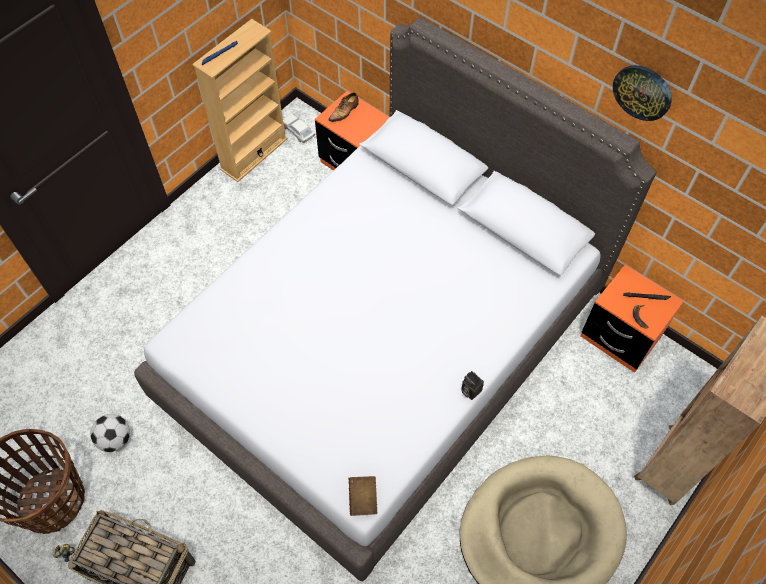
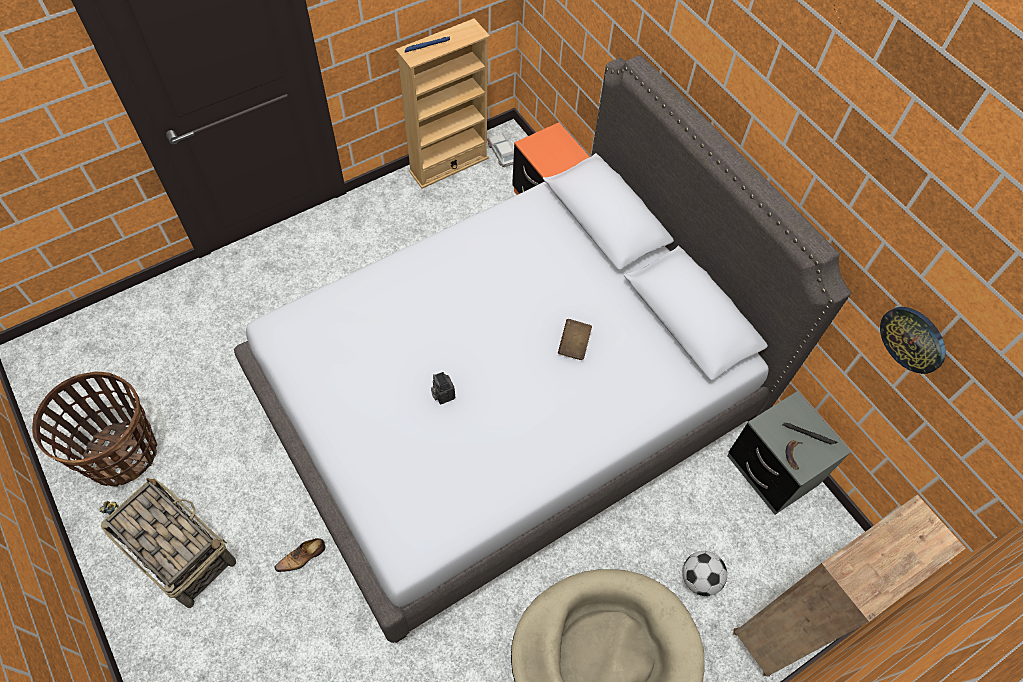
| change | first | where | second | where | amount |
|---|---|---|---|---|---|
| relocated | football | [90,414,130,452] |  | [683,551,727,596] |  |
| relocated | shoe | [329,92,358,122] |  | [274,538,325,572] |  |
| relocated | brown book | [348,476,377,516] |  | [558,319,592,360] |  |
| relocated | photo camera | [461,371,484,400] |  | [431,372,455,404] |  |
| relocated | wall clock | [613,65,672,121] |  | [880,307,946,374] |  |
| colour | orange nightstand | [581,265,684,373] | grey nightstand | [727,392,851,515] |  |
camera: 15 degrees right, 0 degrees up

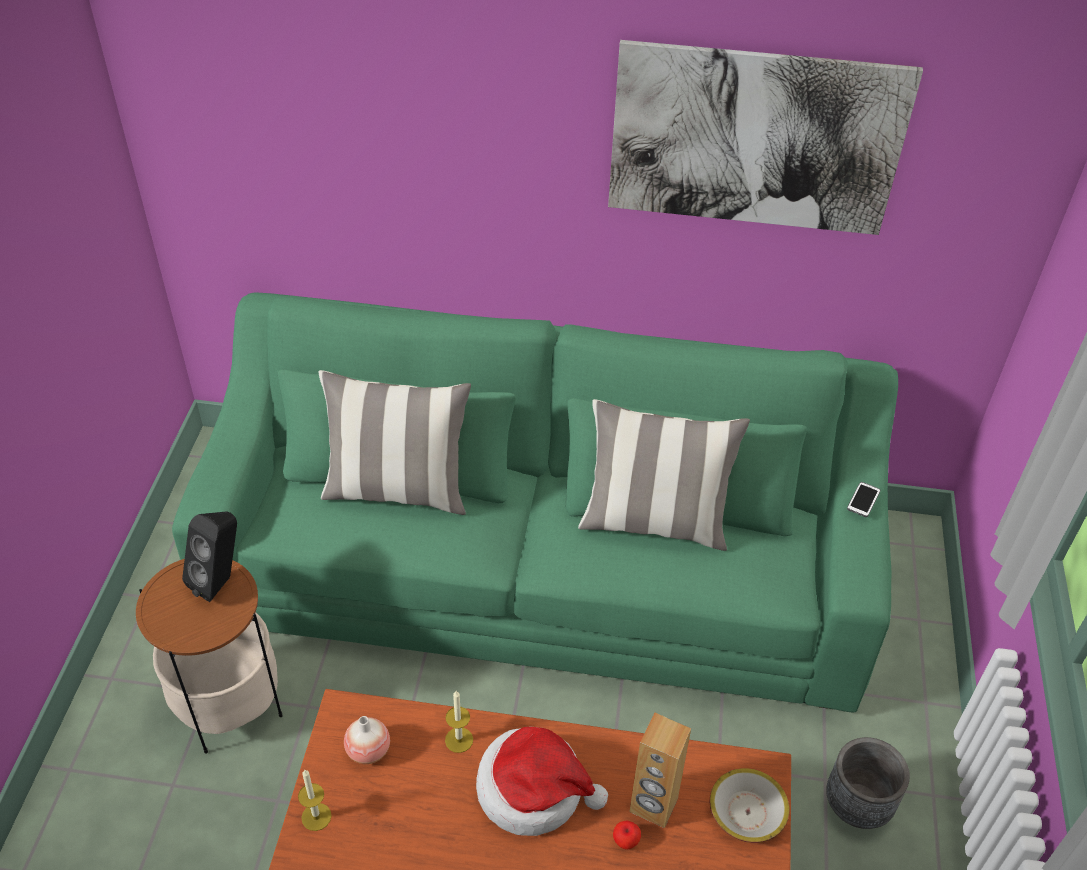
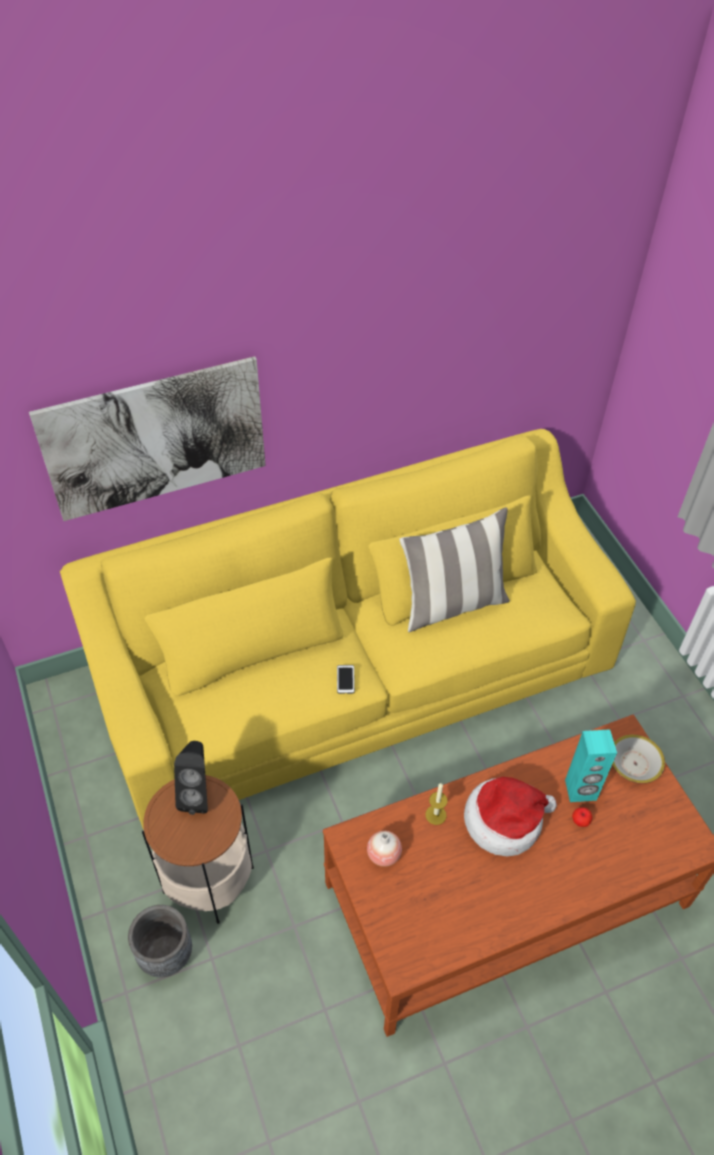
| change | first | where | second | where | amount |
|---|---|---|---|---|---|
| missing | candle | [298,769,332,831] |  |  |  |
| missing | pillow | [319,370,471,515] |  |  |  |
| relocated | picture | [608,40,923,235] |  | [29,356,266,521] |  |
| relocated | grey planter | [826,737,910,829] |  | [128,905,192,977] |  |
| relocated | phone | [847,482,880,517] |  | [337,665,355,694] |  |
| colour | green sofa | [172,292,898,713] | yellow sofa | [60,429,636,830] |  |
| colour | brown speaker | [629,713,691,828] | turquoise speaker | [565,729,617,802] |  |
camera: 30 degrees left, 5 degrees up

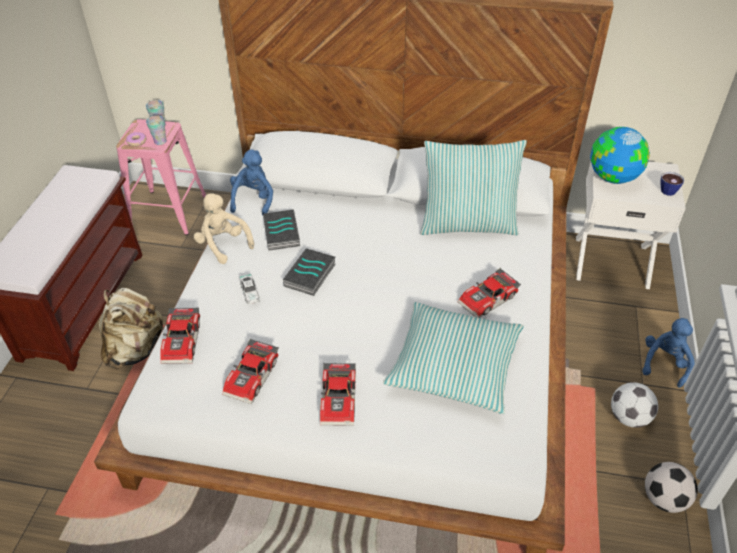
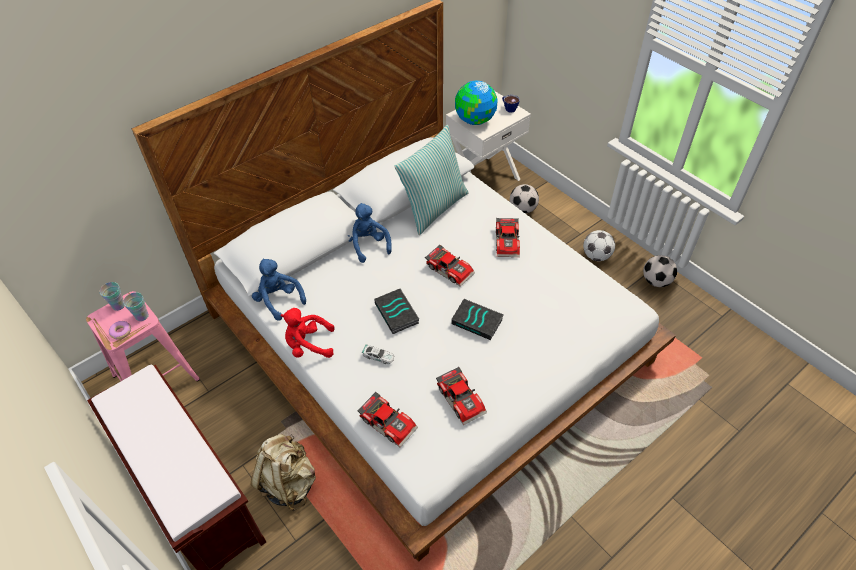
| change | first | where | second | where | amount |
|---|---|---|---|---|---|
| missing | pillow | [383,302,524,414] |  |  |  |
| appeared |  |  | football | [510,184,539,214] |  |
| relocated | book | [263,209,300,251] |  | [451,299,504,340] |  |
| relocated | toy car | [320,363,356,426] |  | [425,244,475,287] |  |
| relocated | blue plush toy | [642,318,695,388] |  | [348,203,392,263] |  |
| colour | beige plush toy | [193,193,254,264] | red plush toy | [280,308,335,358] |  |
camera: 50 degrees left, 5 degrees up

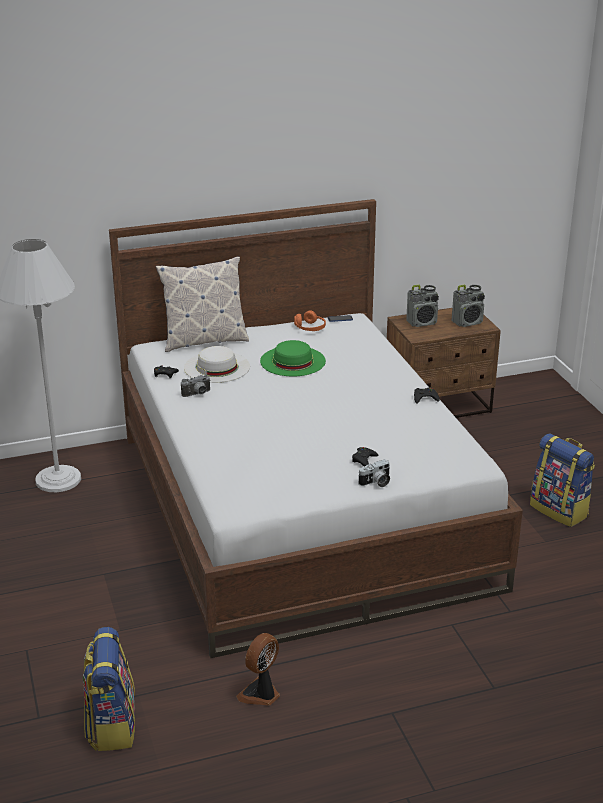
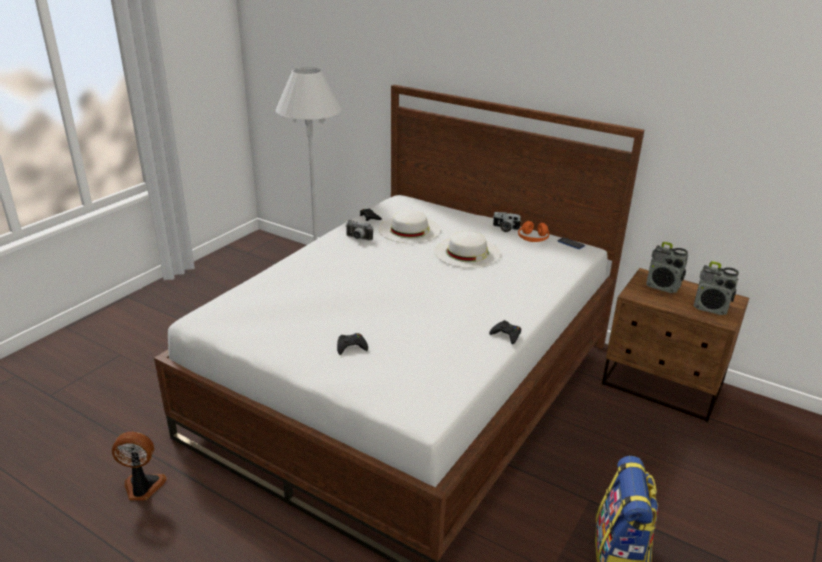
| change | first | where | second | where | amount |
|---|---|---|---|---|---|
| missing | backpack | [83,627,135,751] |  |  |  |
| missing | pillow | [156,257,249,352] |  |  |  |
| relocated | photo camera | [358,459,390,487] |  | [493,212,521,232] |  |
| colour | green hat | [260,340,326,377] | white hat | [434,231,501,268] |  |
camera: 50 degrees right, 0 degrees up

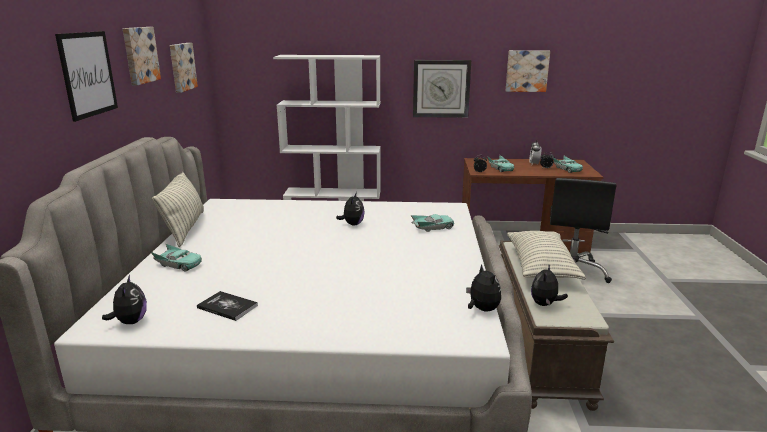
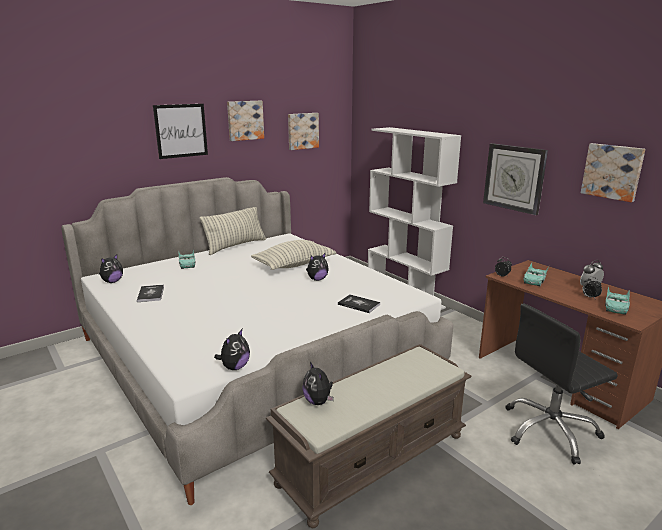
| change | first | where | second | where | amount |
|---|---|---|---|---|---|
| relocated | pillow | [507,231,586,280] |  | [251,240,336,270] |  |
| exchanged | turquoise toy car | [411,214,454,232] | book | [338,294,380,313] |  |
| spun | plush toy | [531,265,568,306] |  | [302,362,334,405] | 105 degrees counterclockwise |
camera: 50 degrees right, 0 degrees up

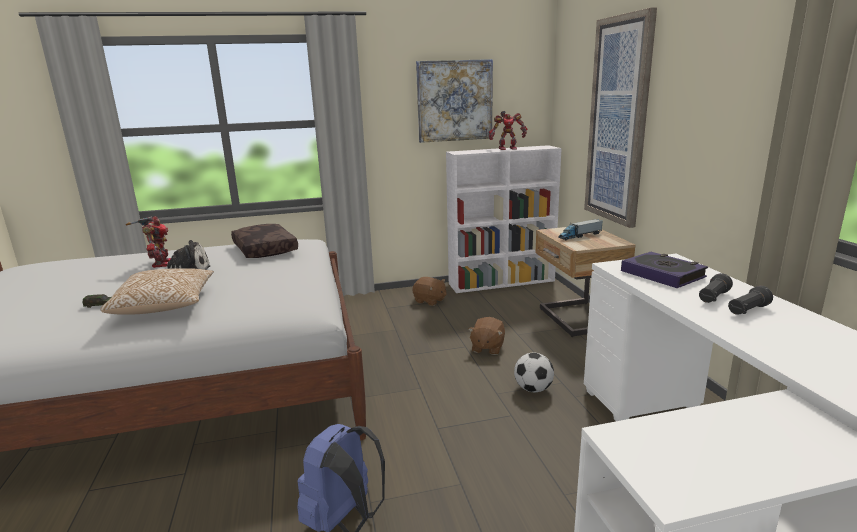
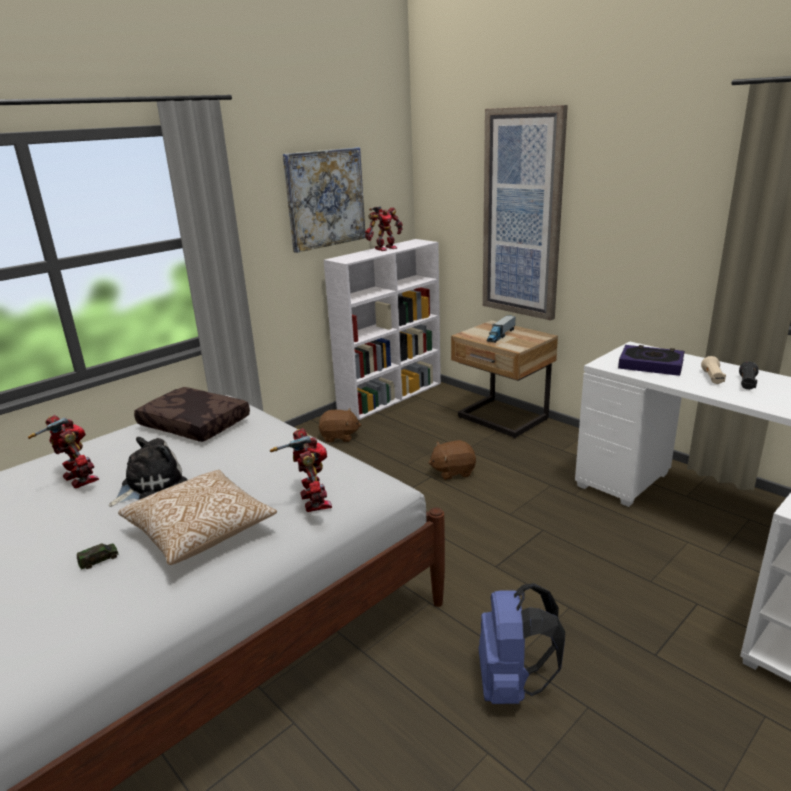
| change | first | where | second | where | amount |
|---|---|---|---|---|---|
| missing | football | [514,353,554,392] |  |  |  |
| appeared |  |  | toy robot | [270,428,332,512] |  |
| colour | black flashlight | [699,273,733,303] | beige flashlight | [701,356,726,384] |  |
| spun | brown plush toy | [468,317,505,355] |  | [428,440,476,480] | 90 degrees clockwise |
camera: 30 degrees left, 5 degrees up

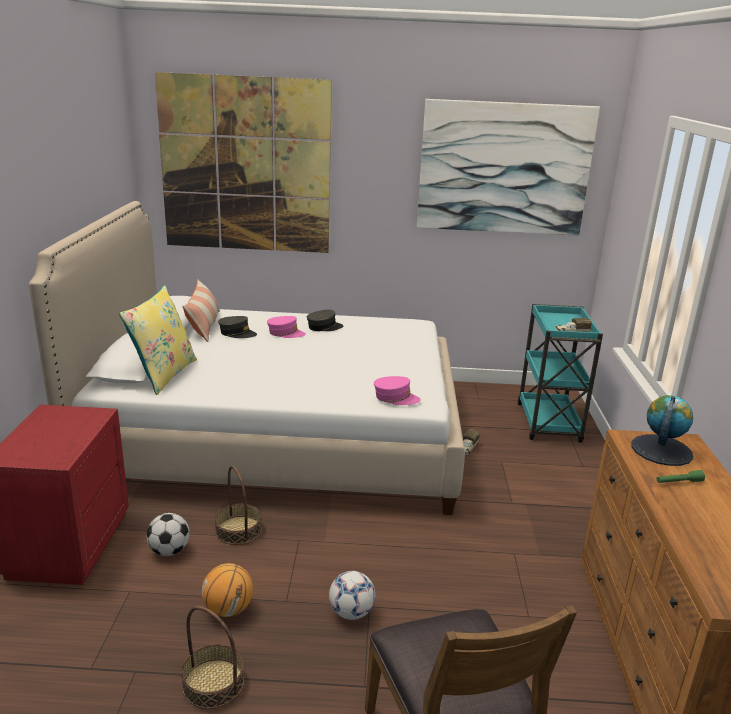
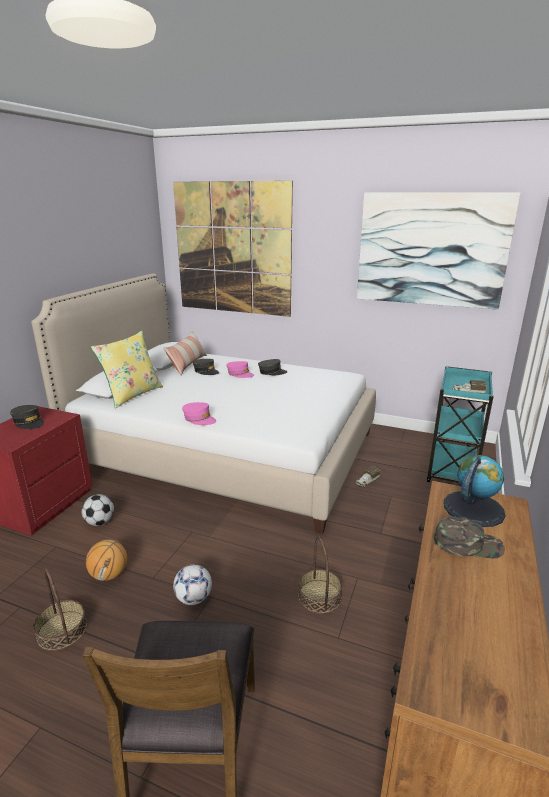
| change | first | where | second | where | amount |
|---|---|---|---|---|---|
| appeared |  |  | grey cap | [10,405,44,429] |  |
| relocated | basket | [214,466,262,545] |  | [298,536,342,614] |  |
| relocated | pink cap | [374,376,421,405] |  | [182,402,216,425] |  |
| exchanged | green flashlight | [656,470,705,483] | green cap | [434,516,505,559] |  |
camera: 20 degrees right, 0 degrees up

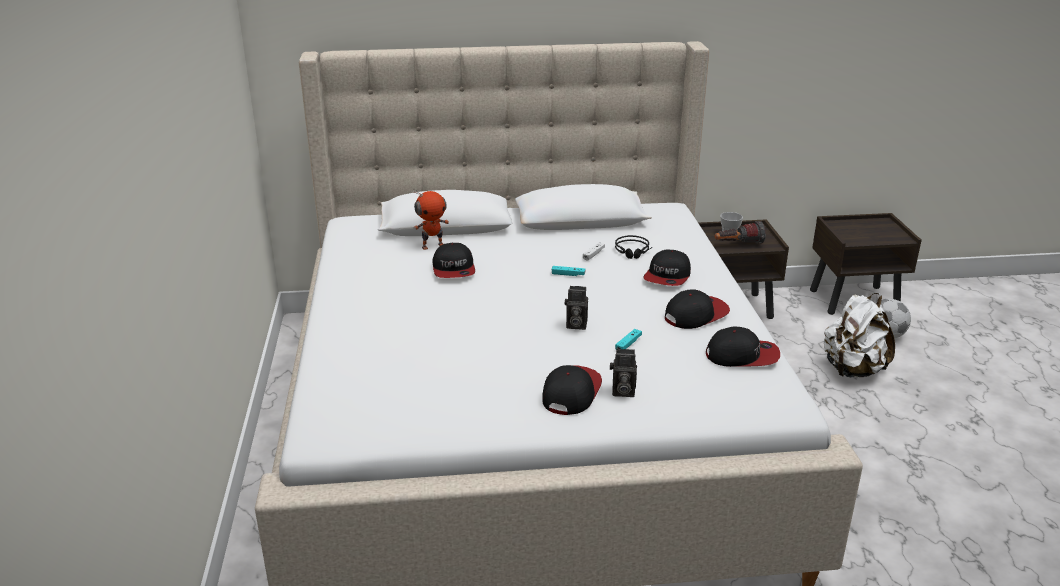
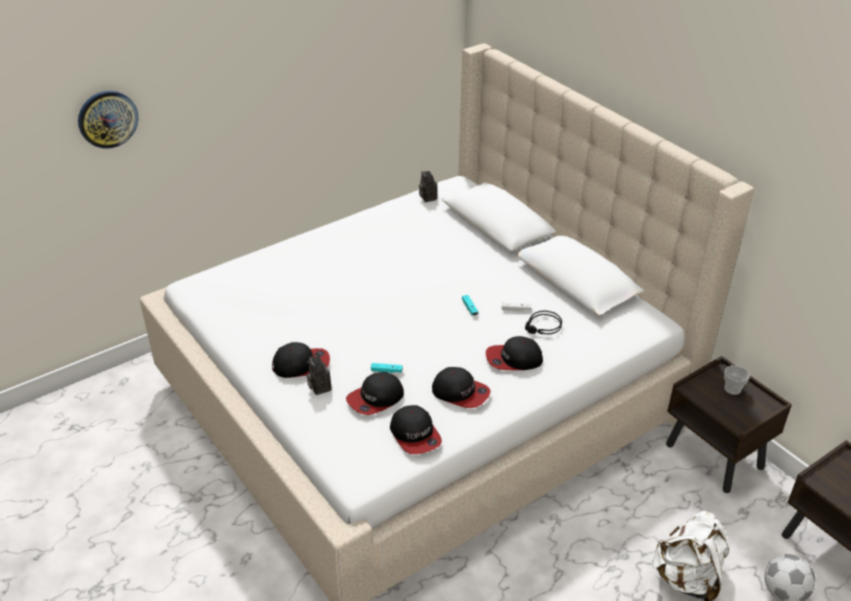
| change | first | where | second | where | amount |
|---|---|---|---|---|---|
| missing | toy robot | [413,190,449,250] |  |  |  |
| missing | flashlight | [714,221,766,244] |  |  |  |
| appeared |  |  | wall clock | [78,91,138,149] |  |
| relocated | cap | [432,243,475,278] |  | [346,372,404,415] |  |
| relocated | photo camera | [565,286,588,330] |  | [419,171,437,202] |  |
camera: 60 degrees right, 10 degrees up

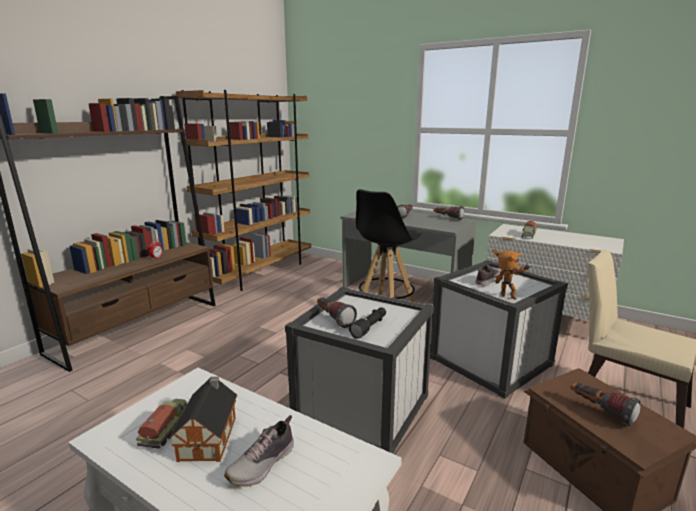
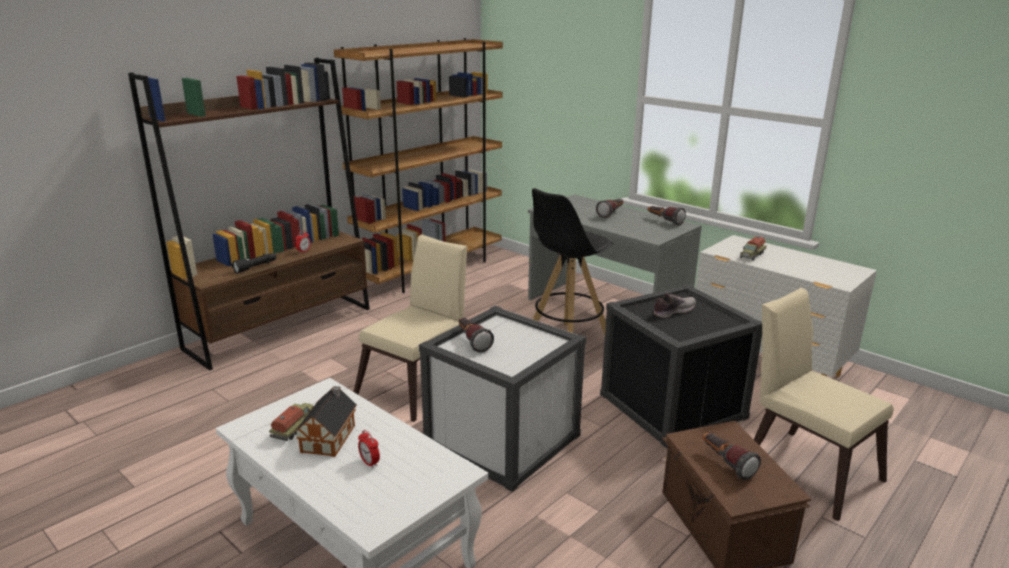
| change | first | where | second | where | amount |
|---|---|---|---|---|---|
| missing | toy robot | [492,249,531,300] |  |  |  |
| appeared |  |  | beige chair | [354,234,467,422] |  |
| relocated | black flashlight | [349,308,386,339] |  | [232,253,277,273] |  |
| exchanged | shoe | [224,415,294,486] | alarm clock | [358,430,380,468] |  |
| colour | white storage box | [430,260,568,399] | black storage box | [600,284,762,448] |  |
camera: 10 degrees right, 5 degrees up

